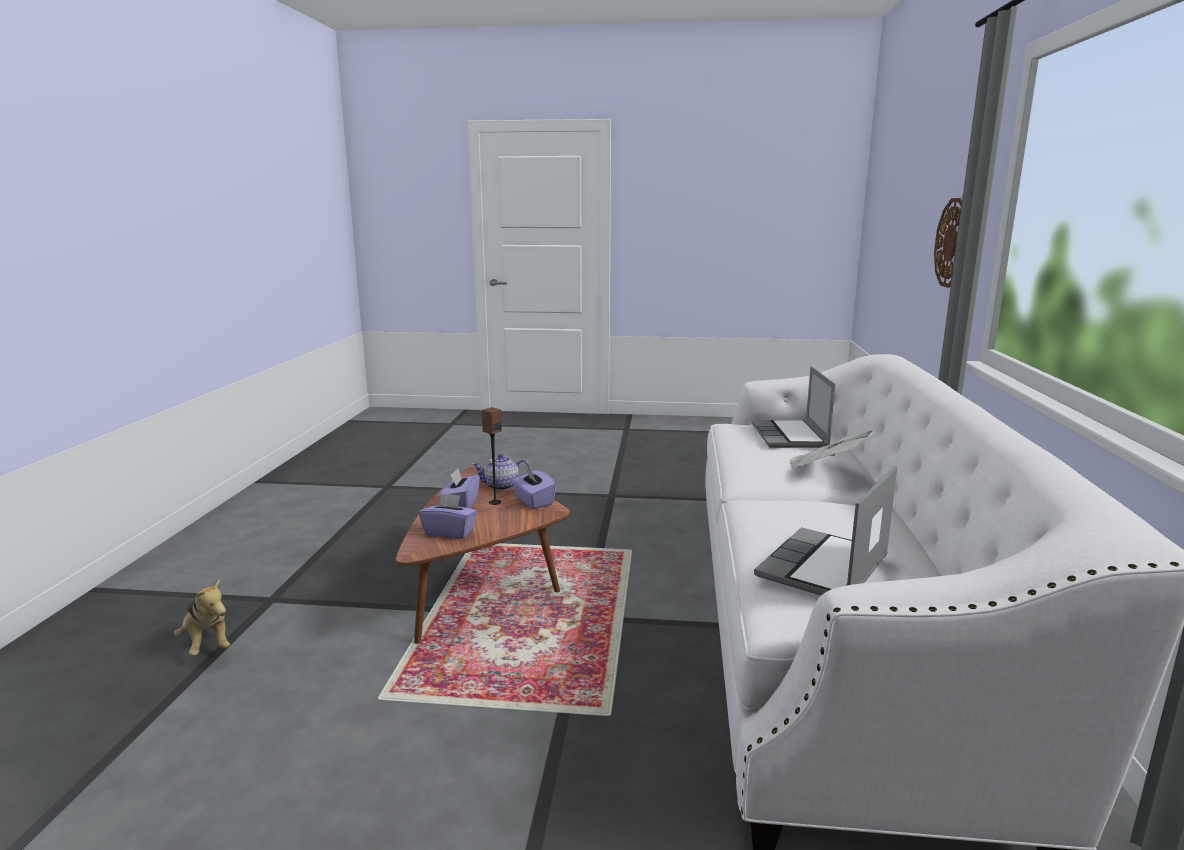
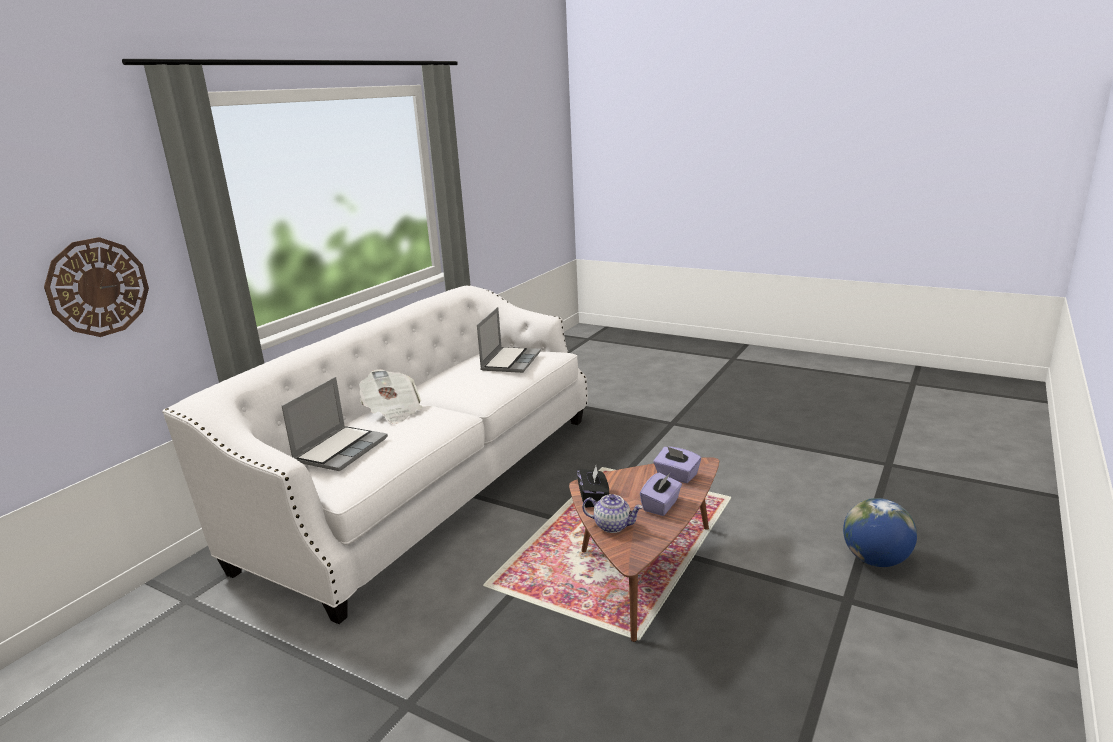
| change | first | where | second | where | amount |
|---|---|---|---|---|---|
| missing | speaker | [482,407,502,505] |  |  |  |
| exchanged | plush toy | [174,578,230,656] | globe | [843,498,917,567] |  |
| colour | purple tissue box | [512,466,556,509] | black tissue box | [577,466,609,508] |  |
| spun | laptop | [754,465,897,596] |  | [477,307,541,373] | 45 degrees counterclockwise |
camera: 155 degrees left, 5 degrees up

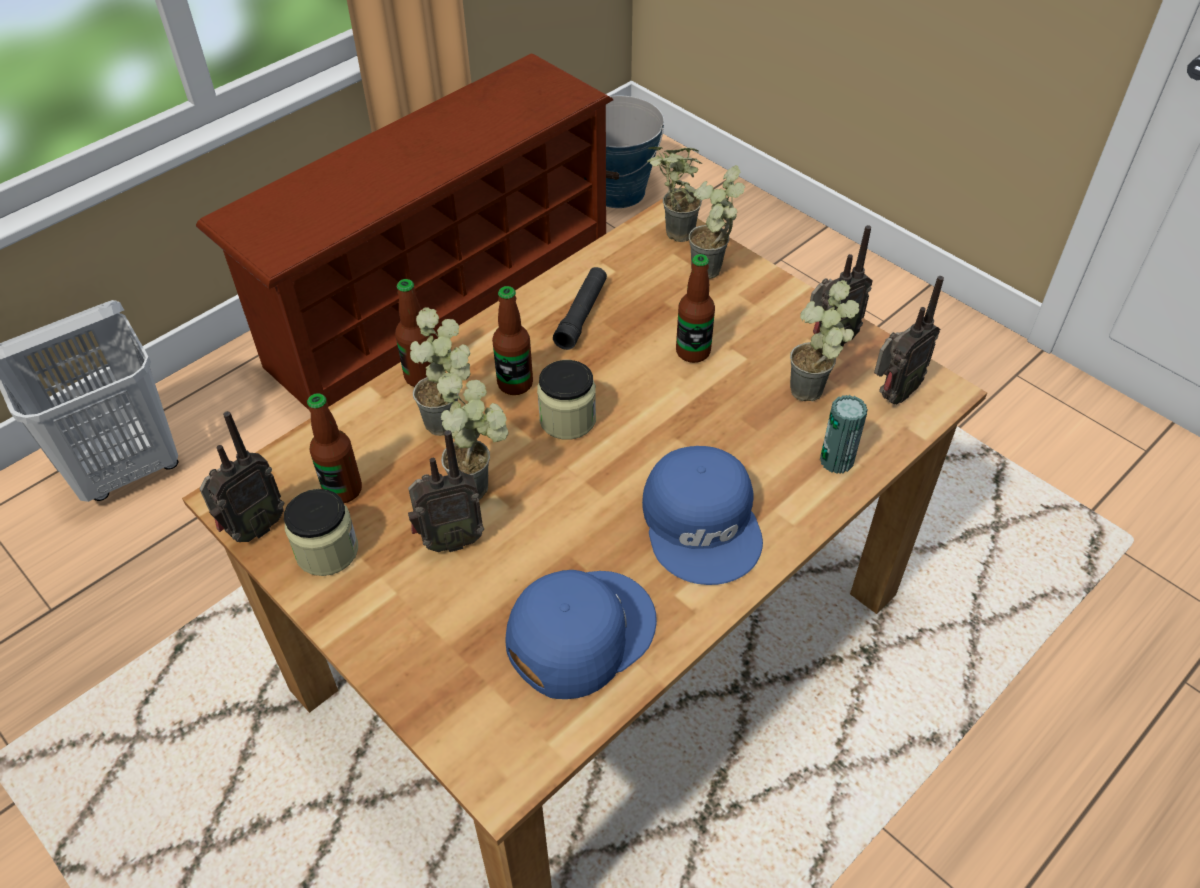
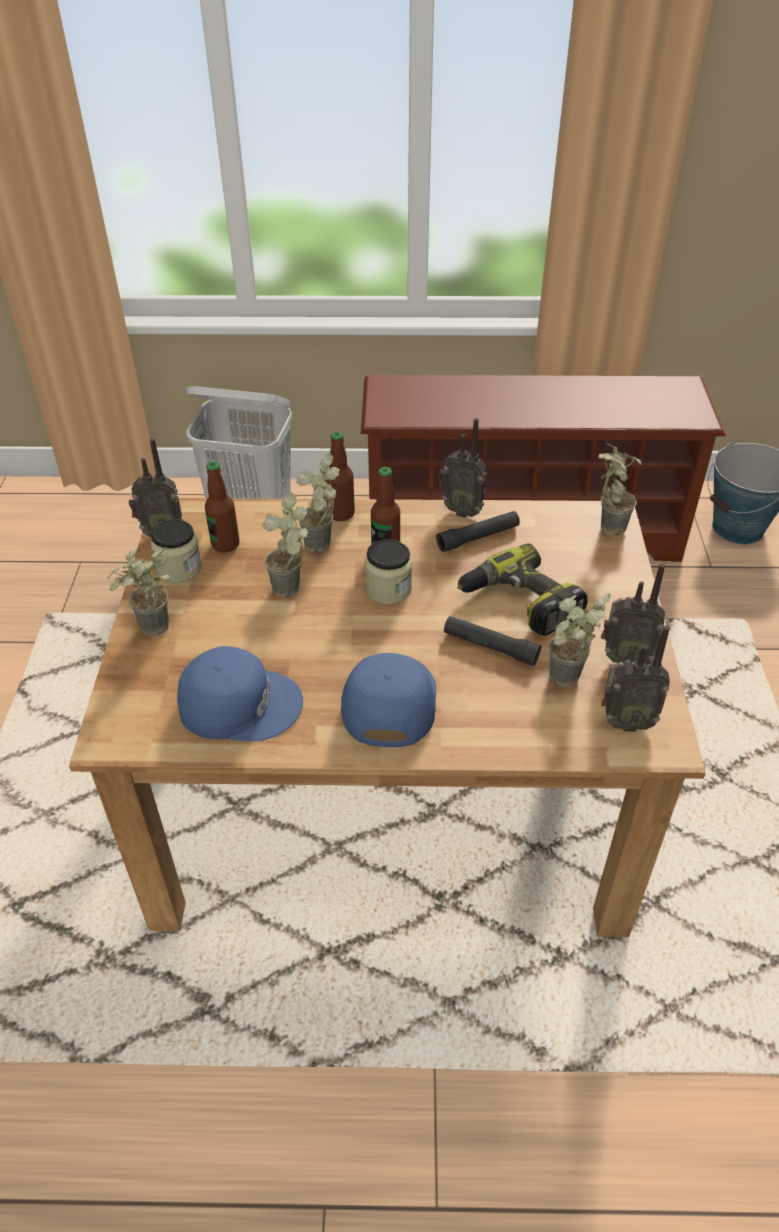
| change | first | where | second | where | amount |
|---|---|---|---|---|---|
| missing | can | [820,395,868,474] |  |  |  |
| appeared |  |  | black flashlight | [444,616,541,666] |  |
| relocated | radio | [408,430,484,552] |  | [439,418,487,518] |  |
| relocated | potted plant | [689,165,745,279] |  | [107,547,170,636] |  |
| exchanged | bottle | [676,254,715,363] | power drill | [457,543,588,636] |  |
| spun | blue cap | [642,446,763,585] |  | [341,653,436,747] | 150 degrees clockwise |
camera: 45 degrees right, 5 degrees down

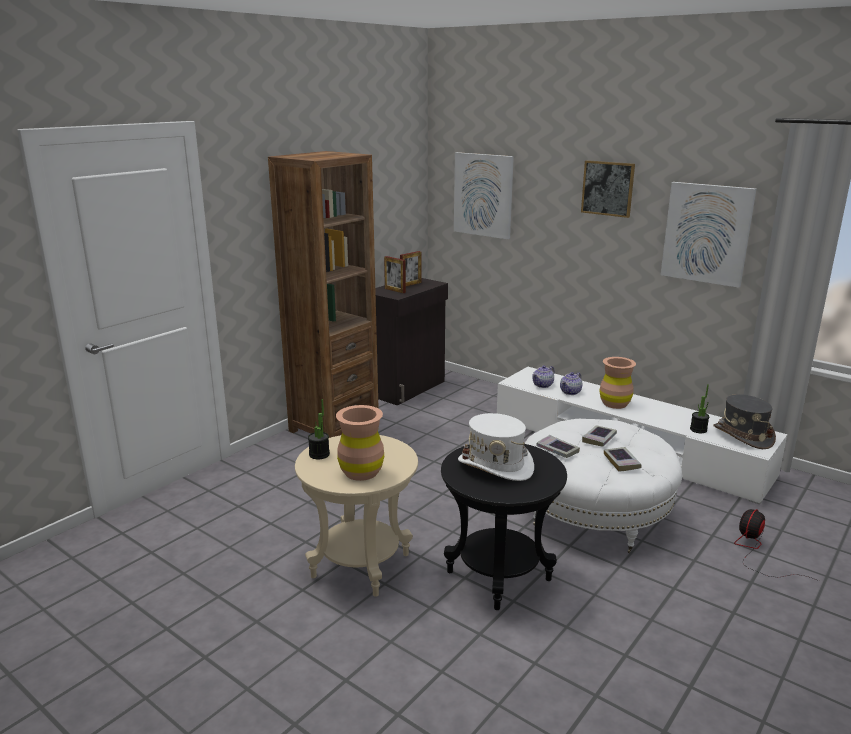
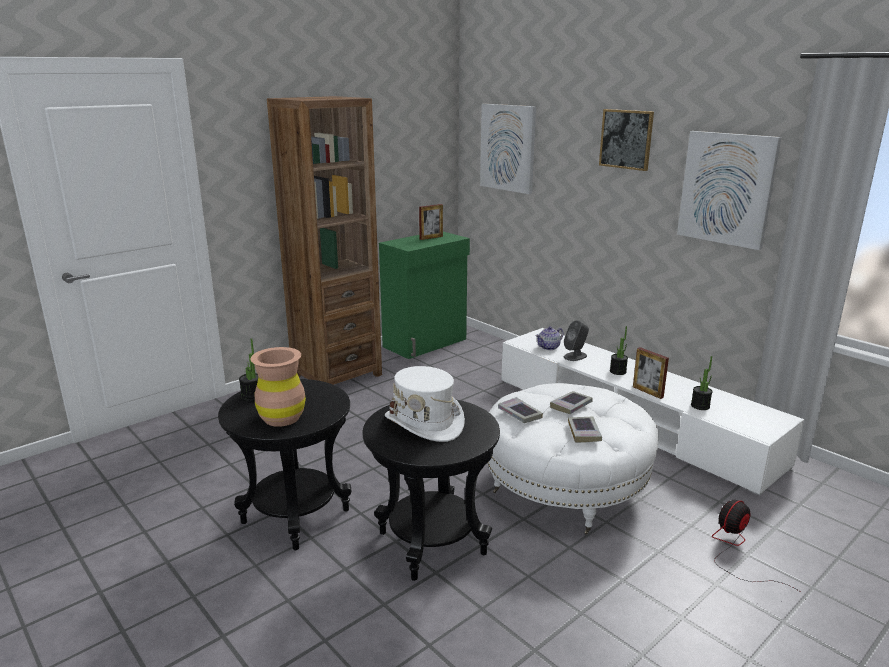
| change | first | where | second | where | amount |
|---|---|---|---|---|---|
| missing | grey hat | [713,394,776,449] |  |  |  |
| relocated | picture frame | [384,256,406,293] |  | [633,347,669,399] |  |
| exchanged | teapot | [560,372,582,395] | grey speaker | [564,320,589,361] |  |
| exchanged | brown vase | [600,357,636,409] | potted plant | [610,326,628,375] |  |
| colour | beige side table | [295,435,418,597] | black side table | [218,379,352,550] |  |
| colour | black cabinet | [375,278,448,405] | green cabinet | [379,232,470,359] |  |
camera: 10 degrees right, 0 degrees up

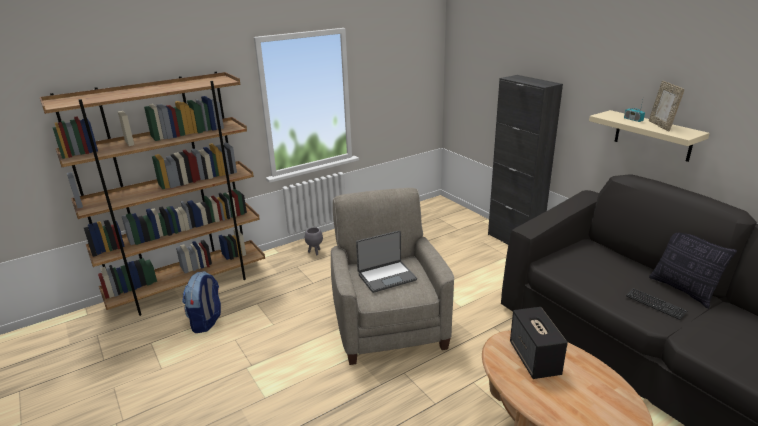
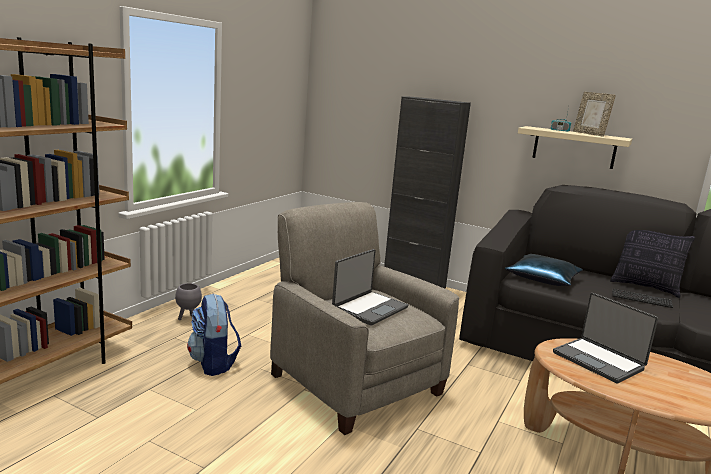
| change | first | where | second | where | amount |
|---|---|---|---|---|---|
| appeared |  |  | blue pillow | [505,254,583,286] |  |
| relocated | backpack | [182,271,221,333] |  | [187,293,241,376] |  |
| exchanged | speaker | [510,307,568,379] | laptop | [553,293,658,384] |  |
camera: 30 degrees left, 10 degrees down

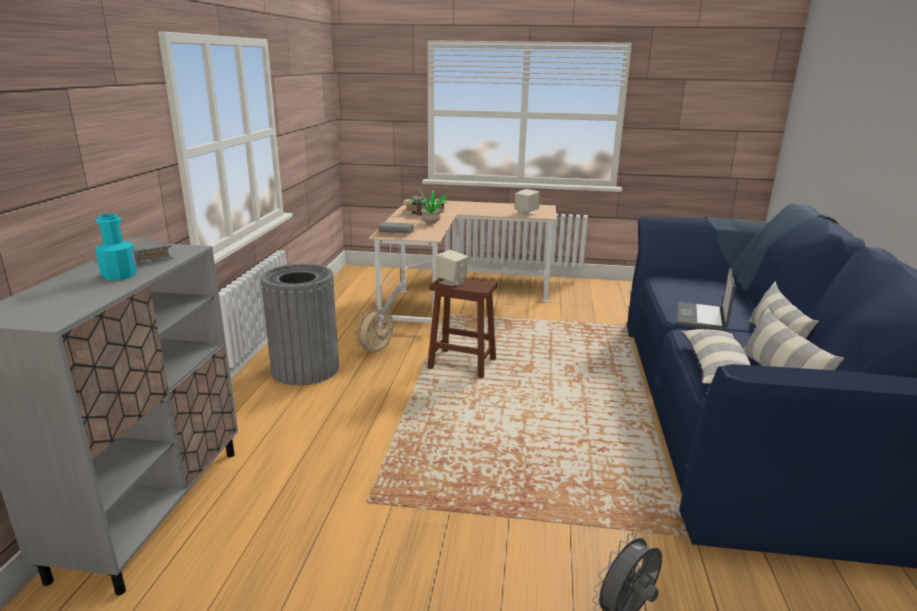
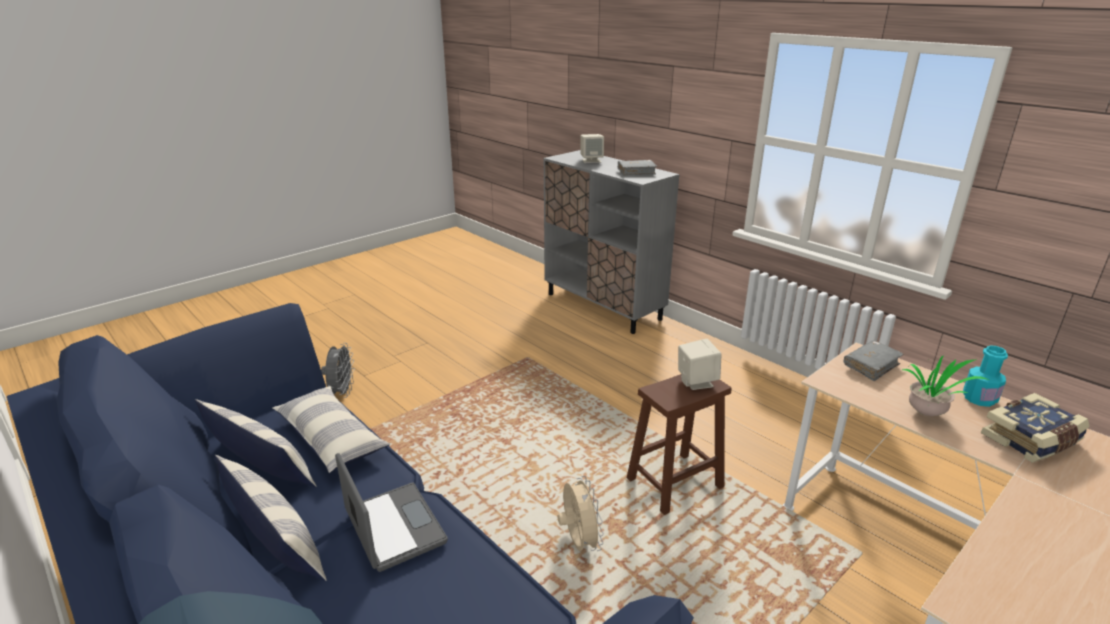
| change | first | where | second | where | amount |
|---|---|---|---|---|---|
| missing | grey trash can | [260,264,339,386] |  |  |  |
| relocated | turquoise bottle | [95,214,138,281] |  | [963,345,1008,407] |  |
| relocated | beige fan | [355,306,394,353] |  | [558,476,604,551] |  |
| relocated | beige speaker | [515,189,540,216] |  | [580,134,604,163] |  |
camera: 130 degrees right, 5 degrees up

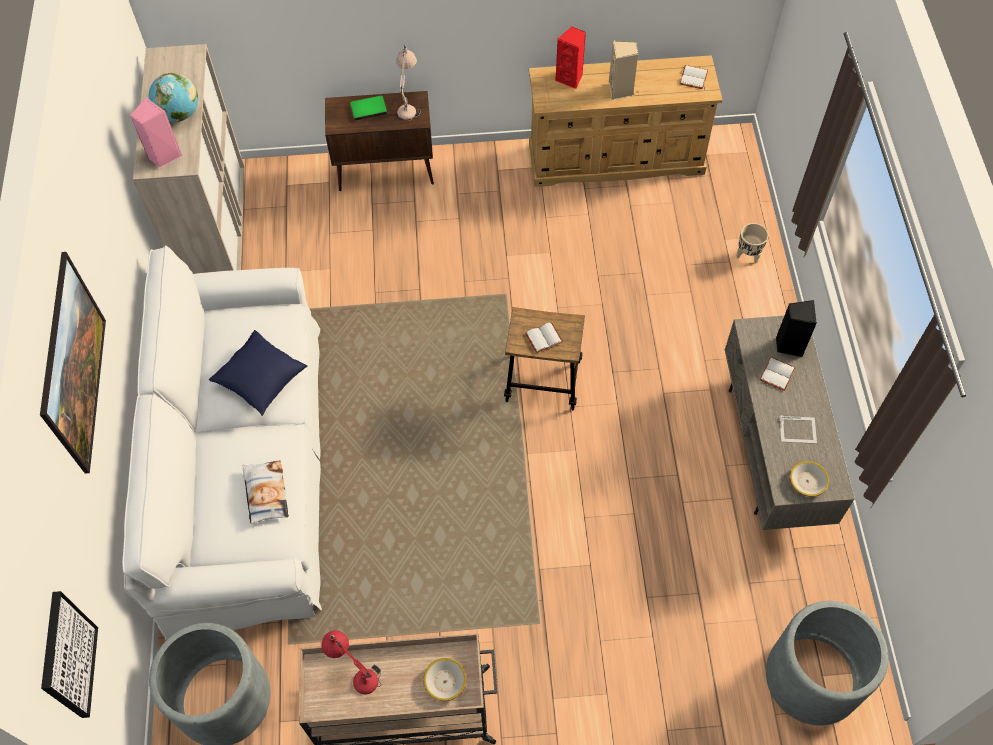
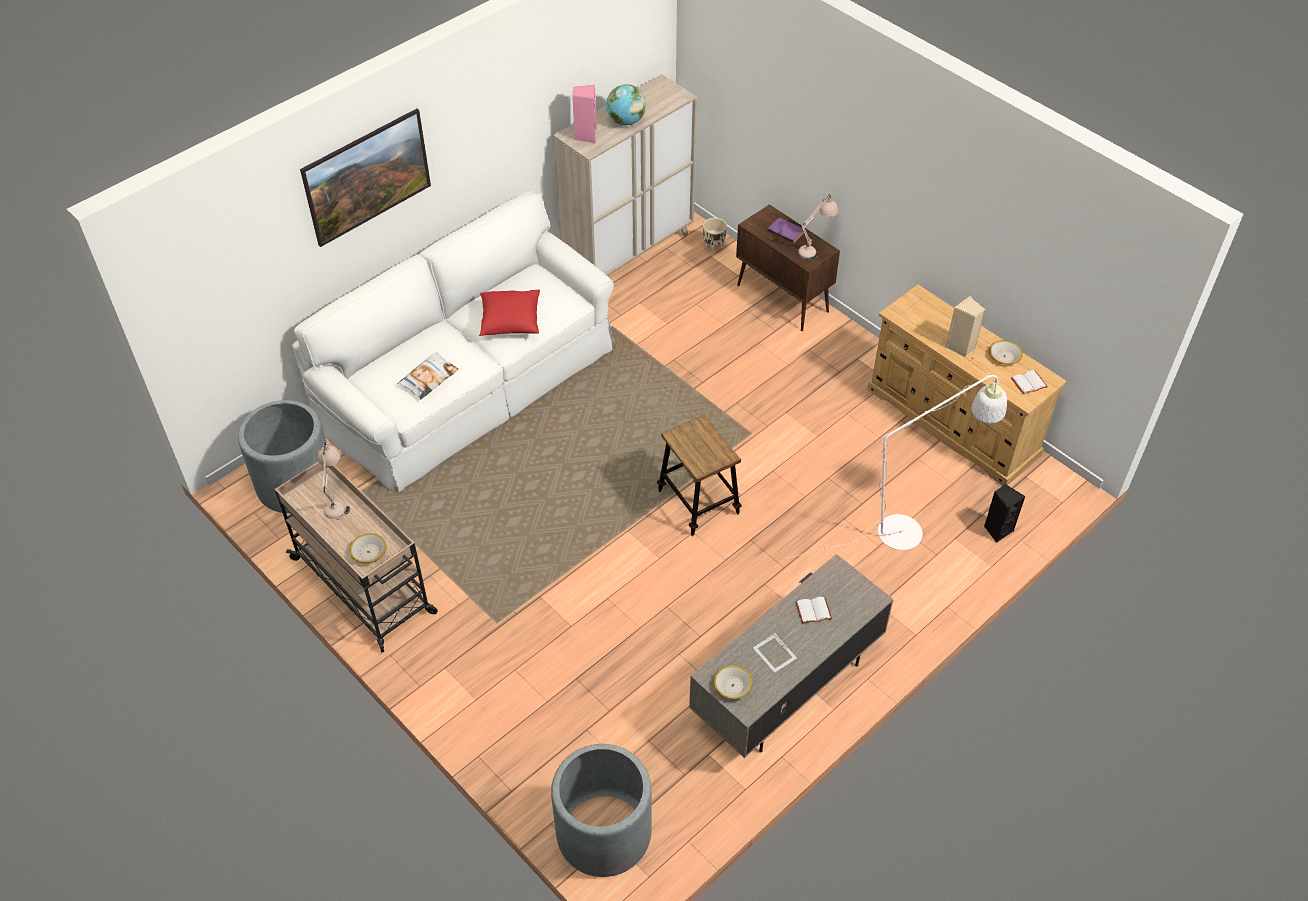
| change | first | where | second | where | amount |
|---|---|---|---|---|---|
| missing | picture | [41,591,98,718] |  |  |  |
| missing | white book | [525,322,563,353] |  |  |  |
| missing | red speaker | [555,26,586,89] |  |  |  |
| appeared |  |  | white floor lamp | [785,373,1007,559] |  |
| appeared |  |  | bowl | [989,340,1023,365] |  |
| relocated | beige planter | [736,223,769,264] |  | [703,218,727,256] |  |
| relocated | black speaker | [776,300,817,357] |  | [984,484,1025,543] |  |
| colour | blue pillow | [209,330,308,416] | red pillow | [479,290,540,336] |  |
| colour | red table lamp | [321,630,381,695] | beige table lamp | [318,442,350,520] |  |
| colour | green book | [350,96,387,121] | purple book | [767,218,804,243] |  |
camera: 50 degrees right, 10 degrees down

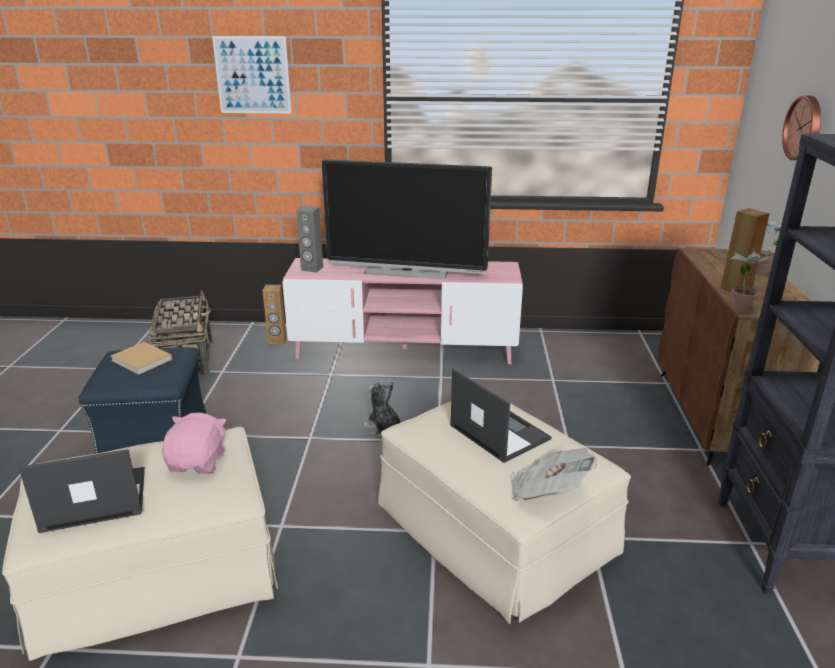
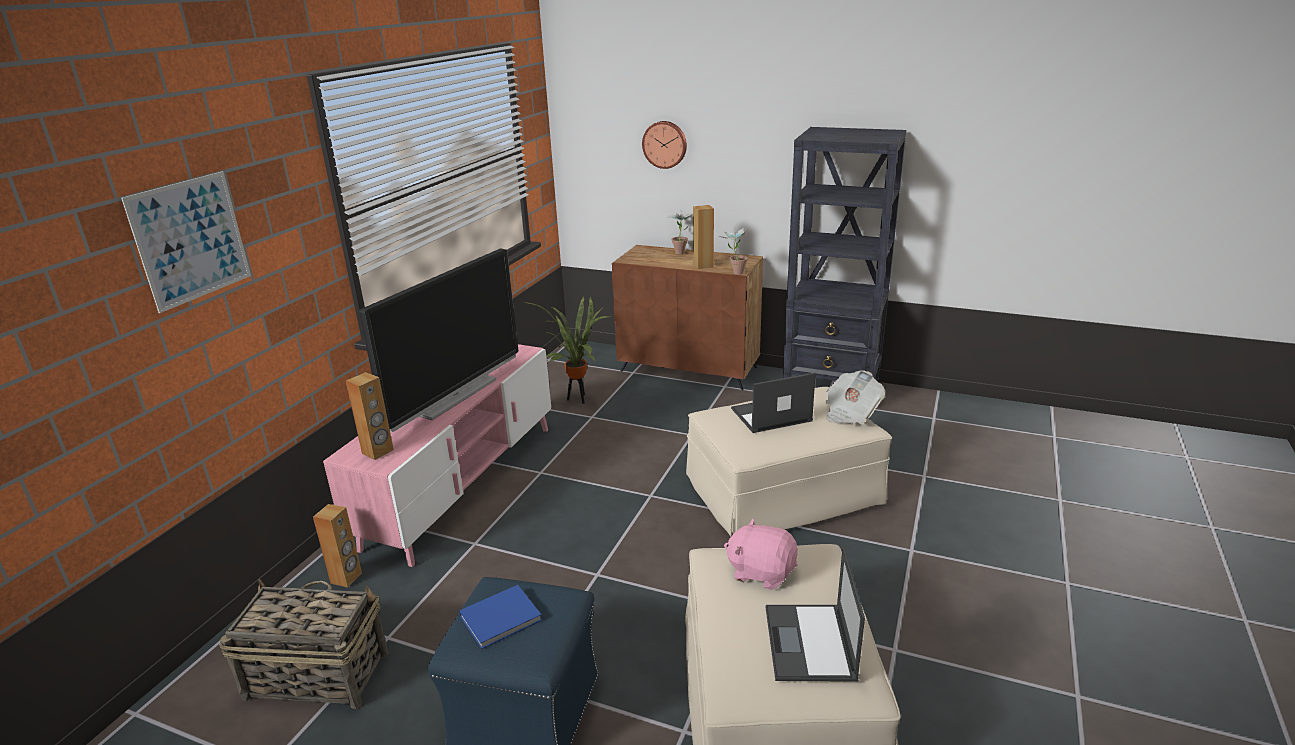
| change | first | where | second | where | amount |
|---|---|---|---|---|---|
| missing | plush toy | [364,382,401,438] |  |  |  |
| appeared |  |  | potted plant | [522,297,612,404] |  |
| colour | beige book | [111,342,173,375] | blue book | [459,585,542,649] |  |
| colour | grey speaker | [296,206,323,273] | brown speaker | [346,372,394,460] |  |
camera: 70 degrees left, 0 degrees up

